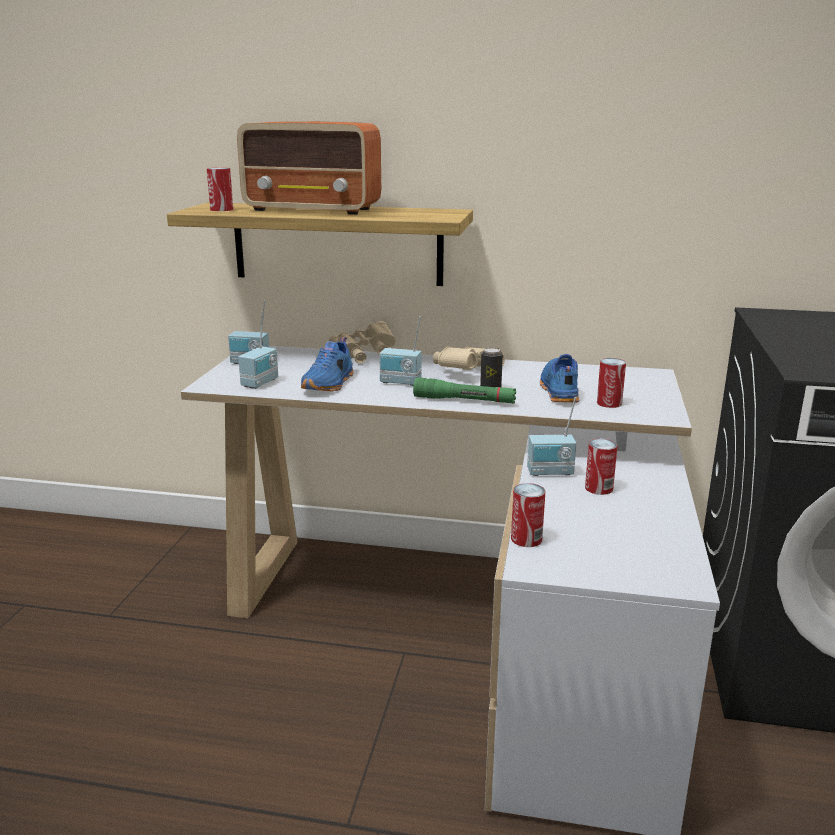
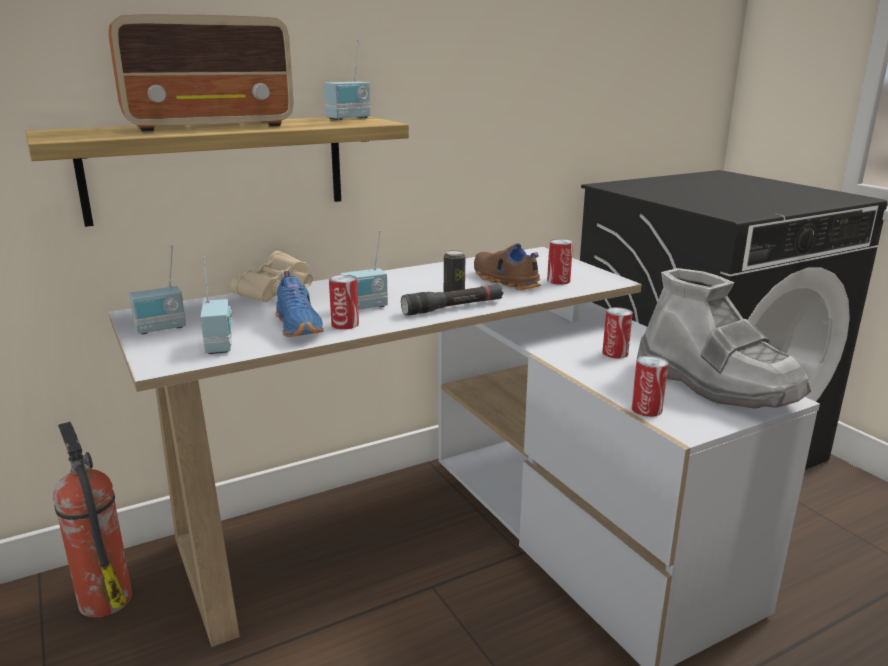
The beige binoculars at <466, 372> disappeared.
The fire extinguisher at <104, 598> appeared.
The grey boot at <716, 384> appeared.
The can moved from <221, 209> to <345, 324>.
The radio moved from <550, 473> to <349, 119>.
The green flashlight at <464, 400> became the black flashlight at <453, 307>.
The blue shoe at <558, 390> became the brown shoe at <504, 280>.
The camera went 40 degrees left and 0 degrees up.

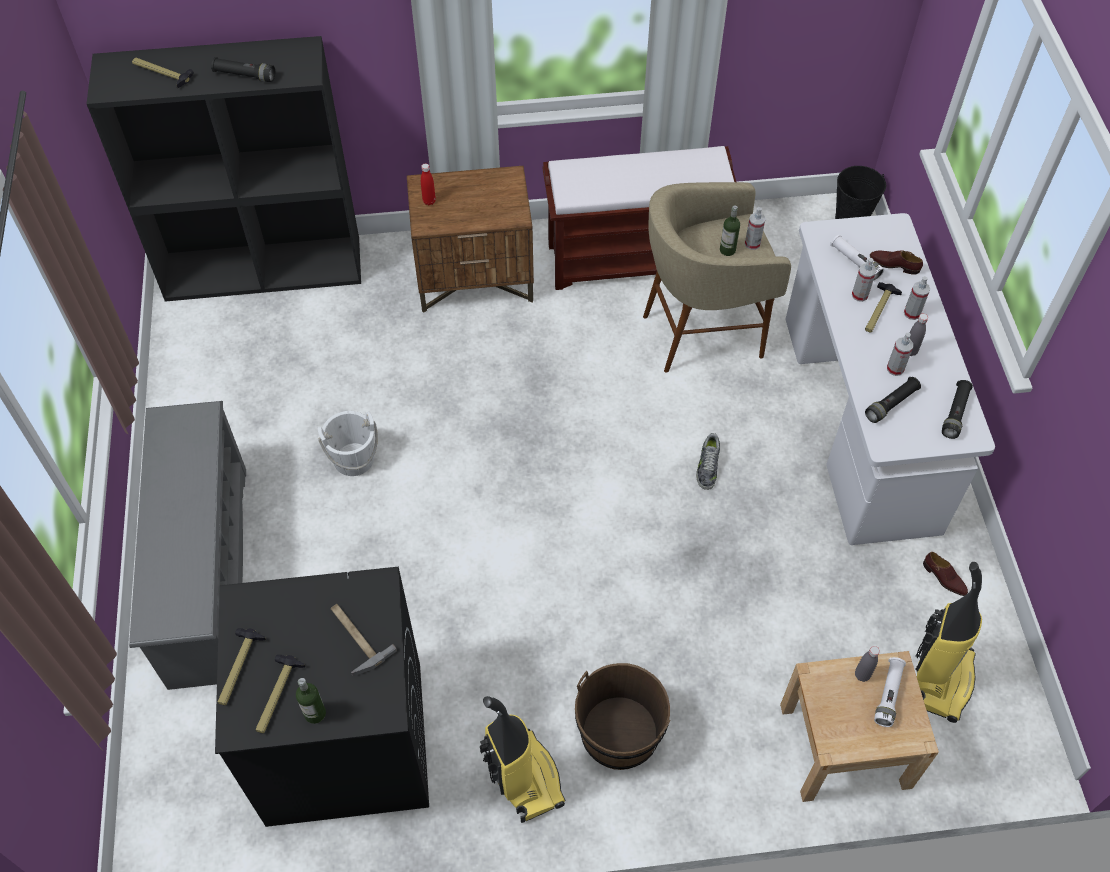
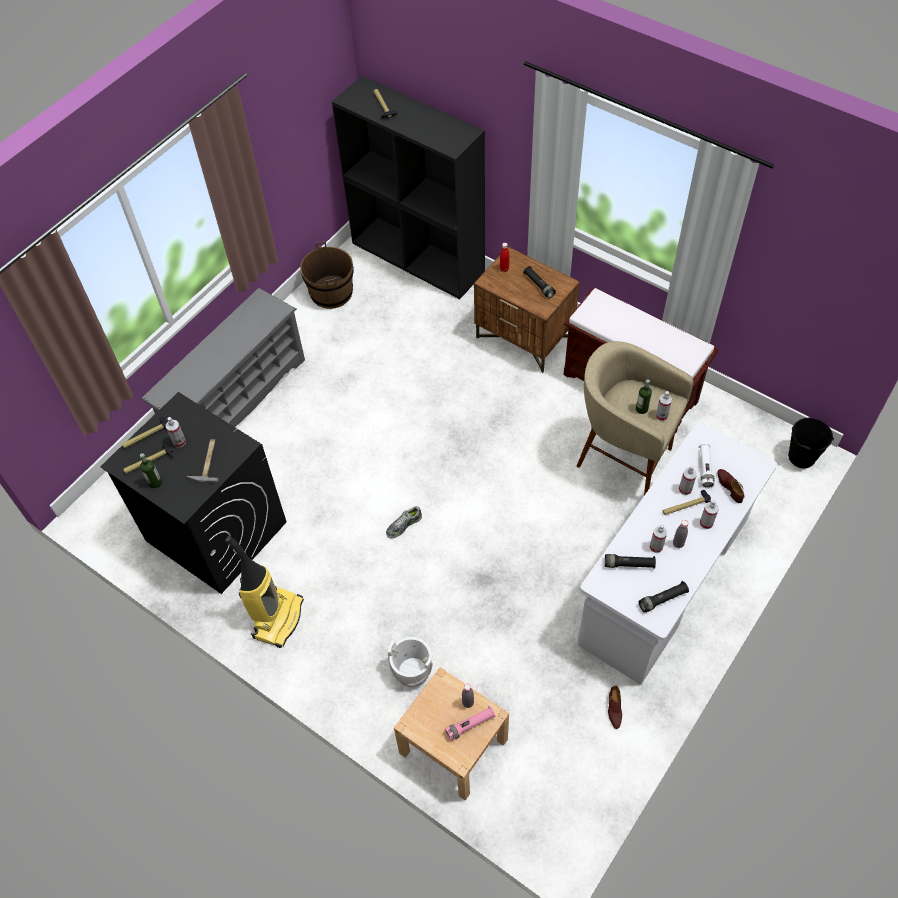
The vacuum cleaner at <940, 678> disappeared.
The spray bottle at <179, 442> appeared.
The black flashlight moved from <245, 75> to <539, 285>.
The white bucket moved from <353, 459> to <412, 671>.
The brown bucket moved from <619, 734> to <331, 293>.
The shoe moved from <707, 466> to <403, 525>.
The white flashlight at <888, 695> became the pink flashlight at <470, 725>.
The camera went 45 degrees right and 0 degrees up.

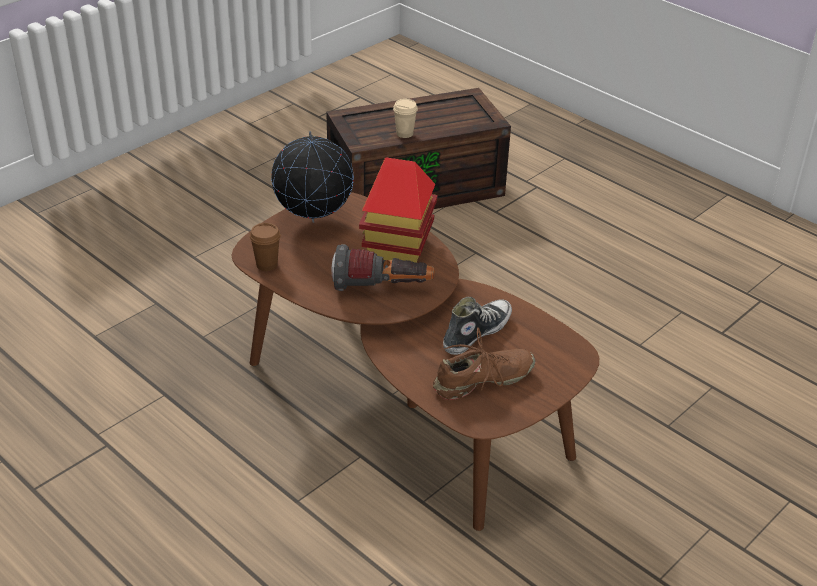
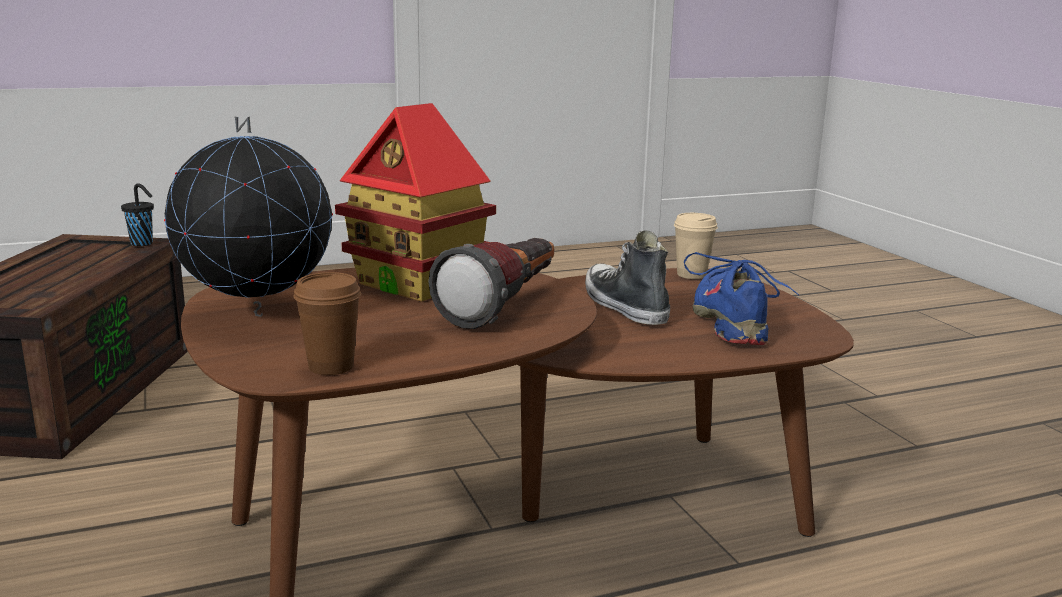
The black cup at <143, 244> appeared.
The beige cup moved from <404, 134> to <691, 275>.
The brown shoe at <483, 381> became the blue shoe at <732, 321>.
The camera went 65 degrees left and 20 degrees down.

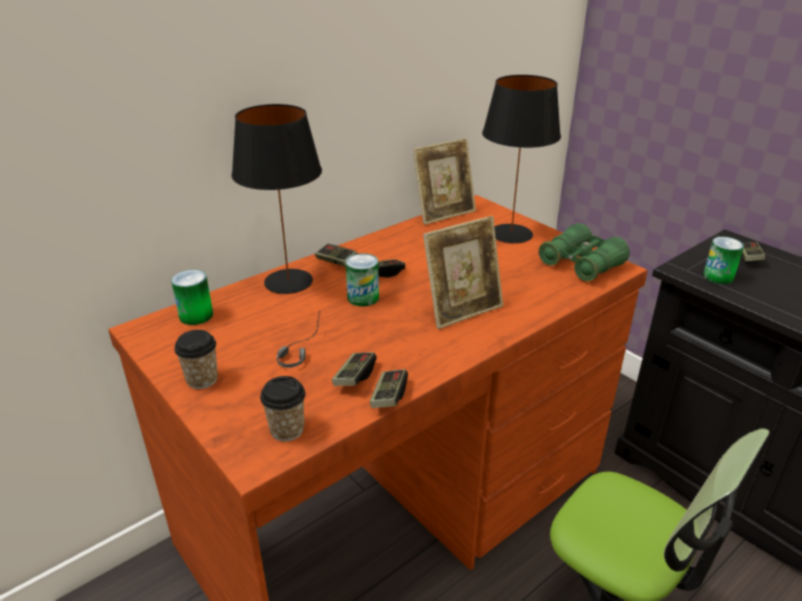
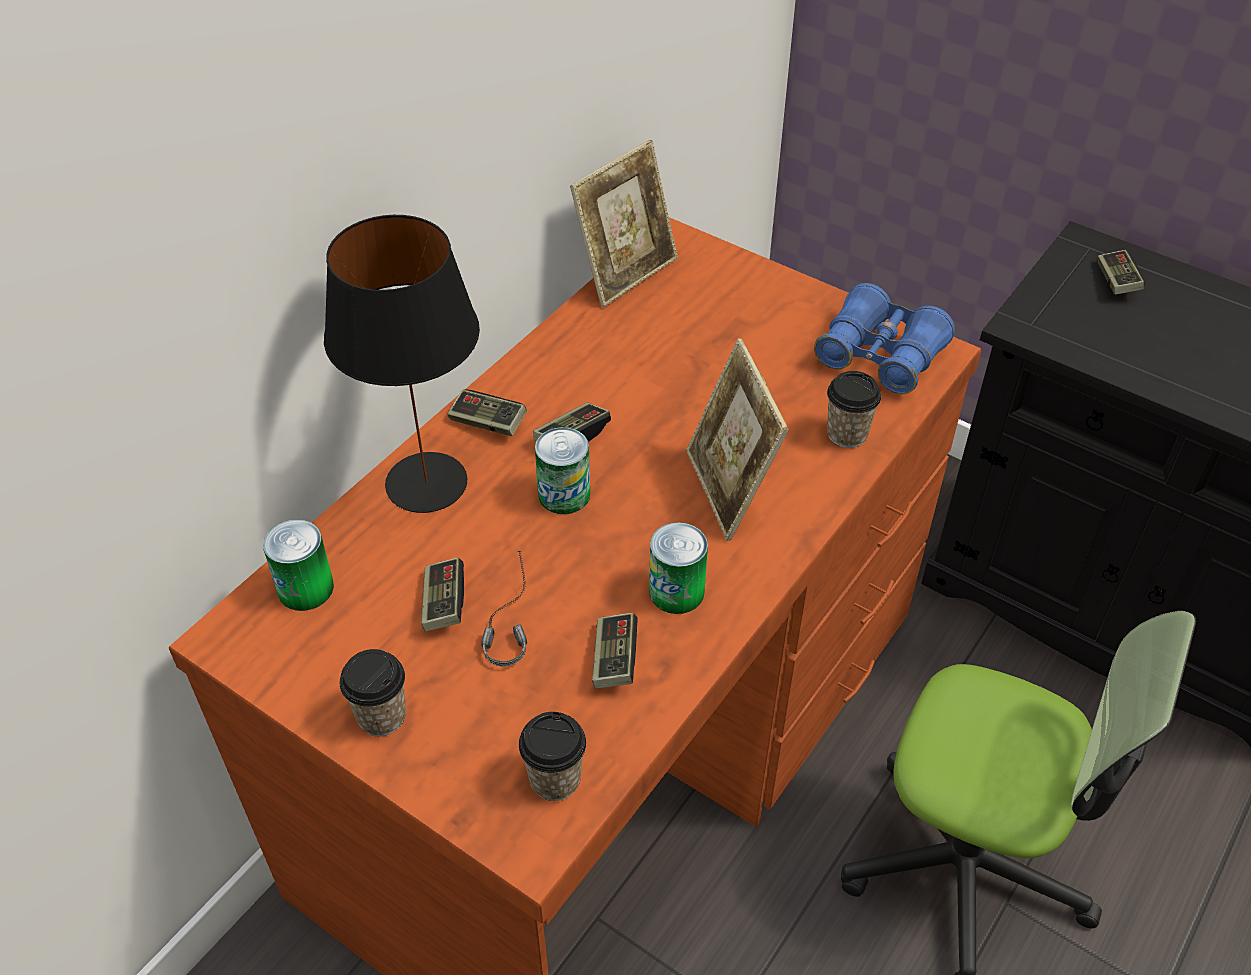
The black table lamp at <510, 234> disappeared.
The cup at <847, 434> appeared.
The game controller moved from <389, 396> to <444, 603>.
The can moved from <718, 276> to <676, 591>.
The green binoculars at <581, 264> became the blue binoculars at <880, 355>.
The picture frame at <462, 310> turned 120 degrees clockwise.
The camera went 15 degrees left and 15 degrees up.

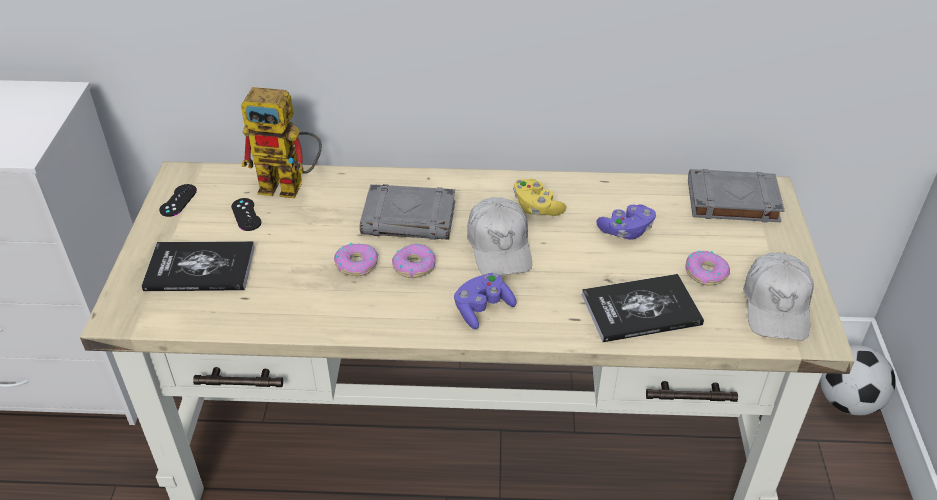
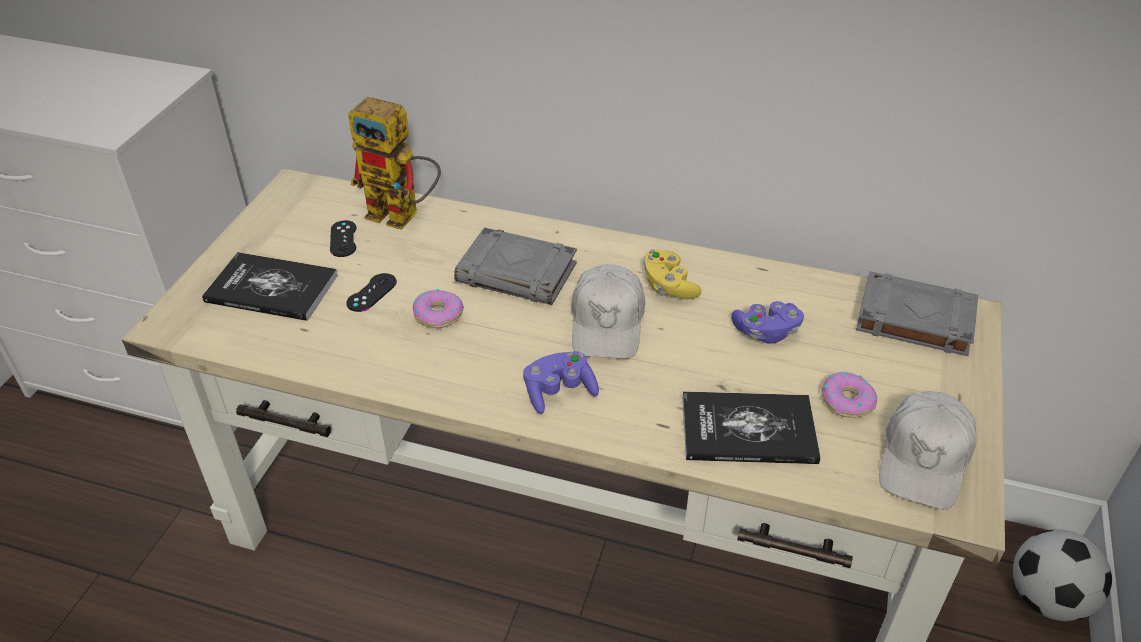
The donut at <414, 266> disappeared.
The black game controller moved from <178, 200> to <371, 293>.
The camera went 15 degrees right and 0 degrees up.

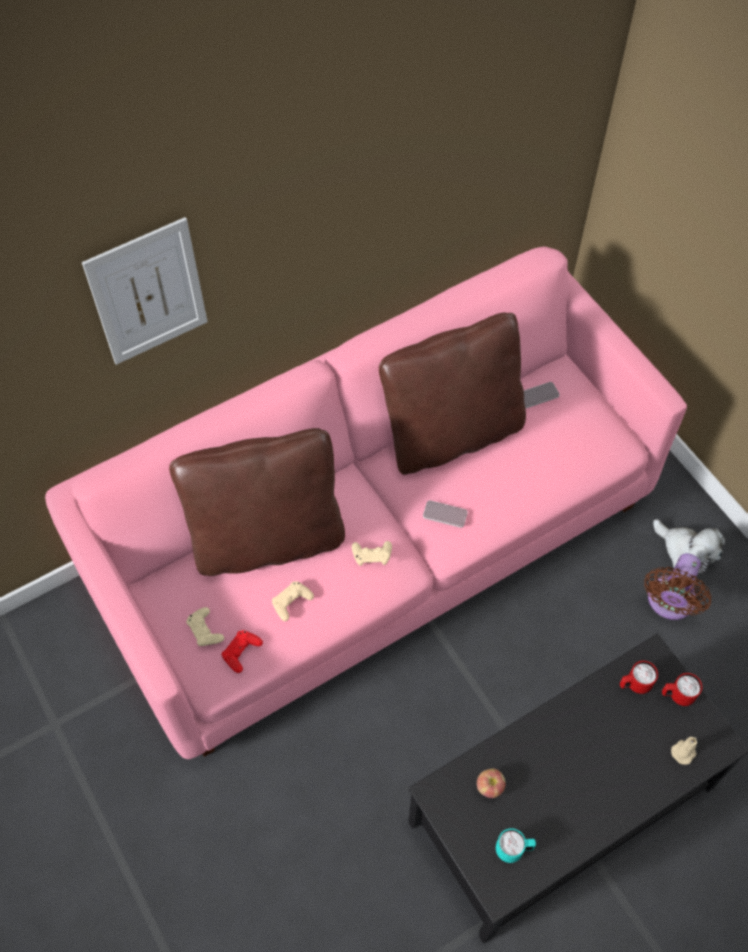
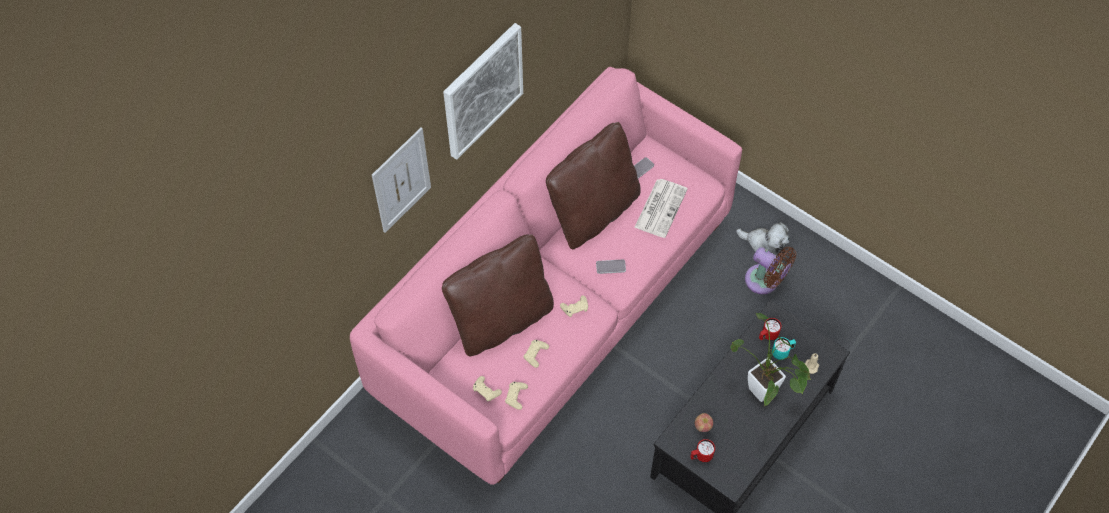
The picture at <482, 90> appeared.
The newspaper at <660, 207> appeared.
The potted plant at <765, 395> appeared.
The turquoise mug moved from <513, 849> to <782, 352>.
The red mug moved from <677, 695> to <701, 456>.
The red game controller at <241, 652> became the beige game controller at <516, 396>.
The brown fan at <669, 602> turned 60 degrees counterclockwise.
The camera went 20 degrees left and 0 degrees up.

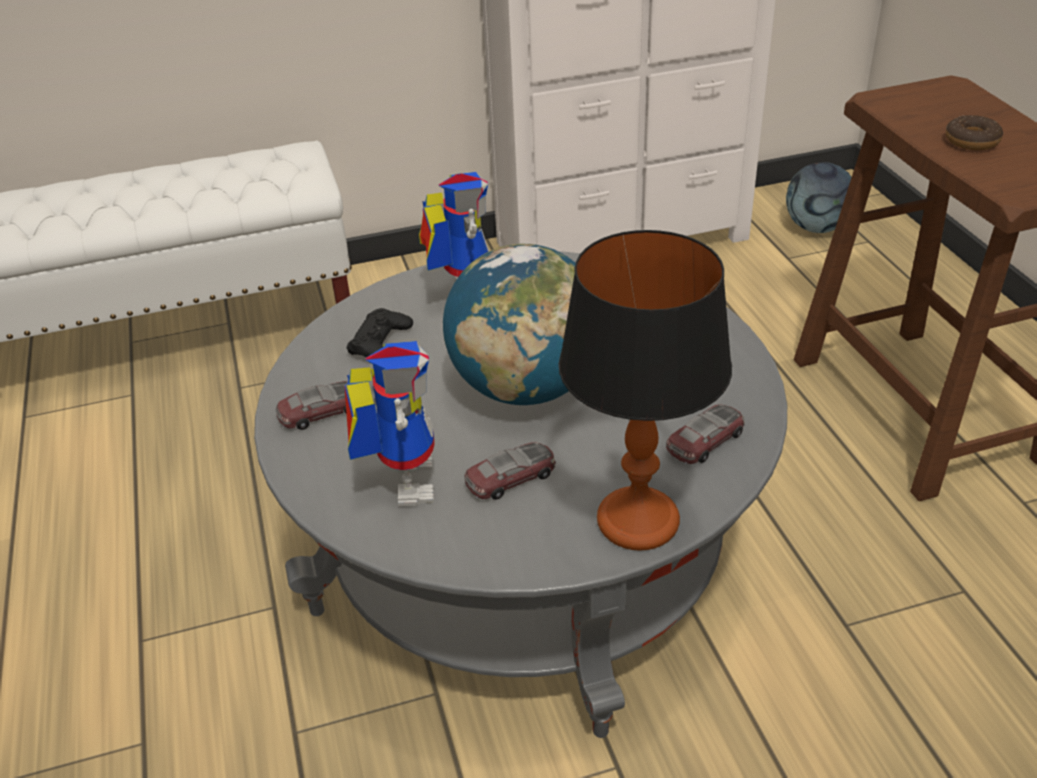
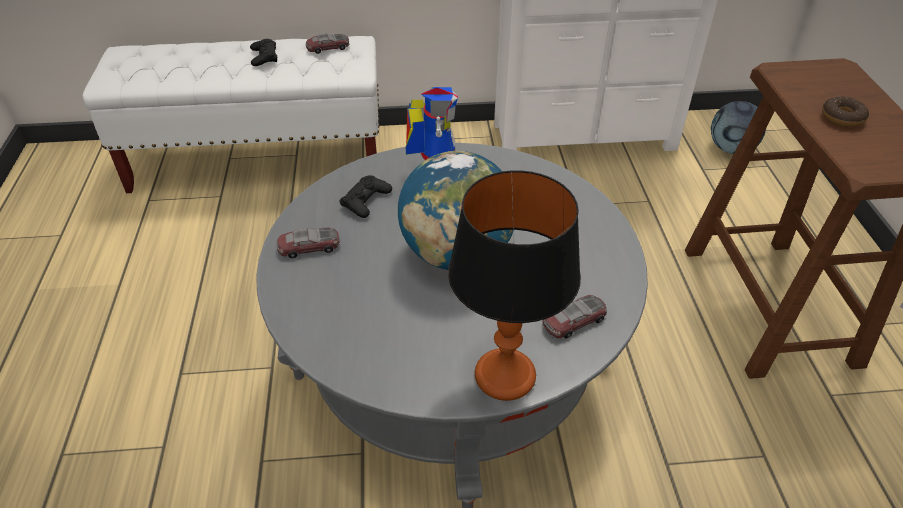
The toy robot at <402, 478> disappeared.
The black game controller at <264, 57> appeared.
The toy car moved from <510, 477> to <328, 47>.
The camera went 10 degrees right and 5 degrees up.

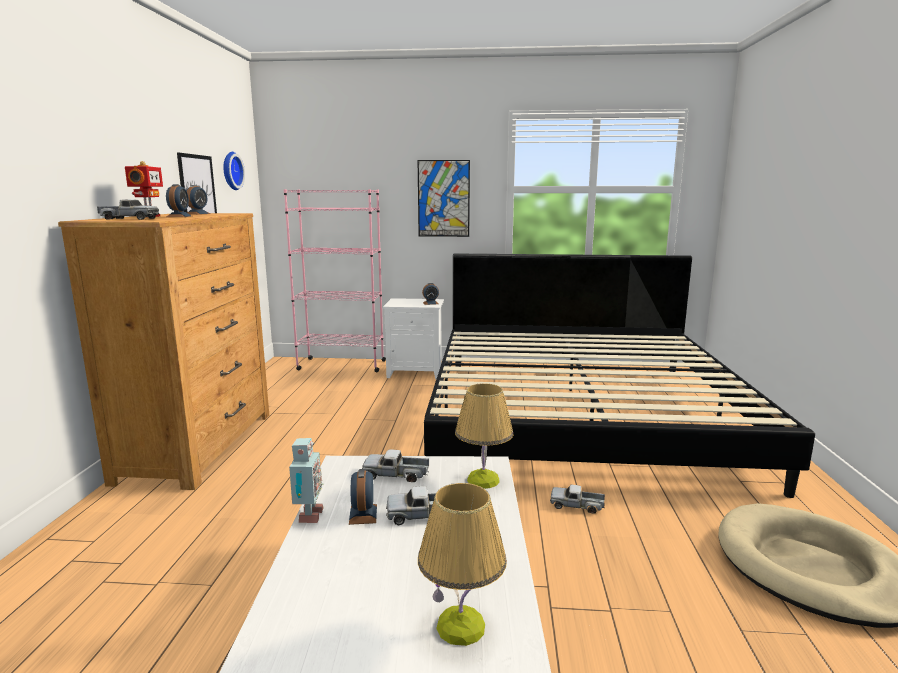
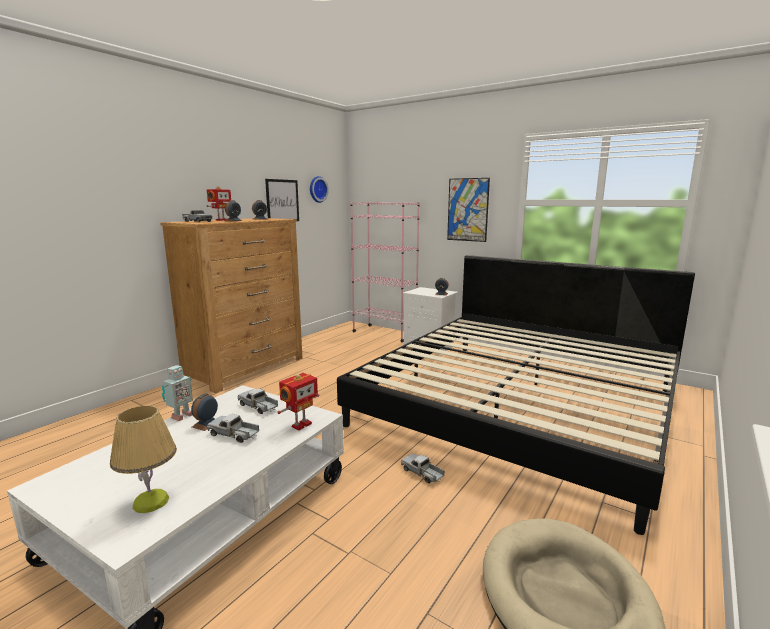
The table lamp at <483, 480> was replaced by the toy robot at <300, 425>.
The camera went 30 degrees right and 0 degrees up.

